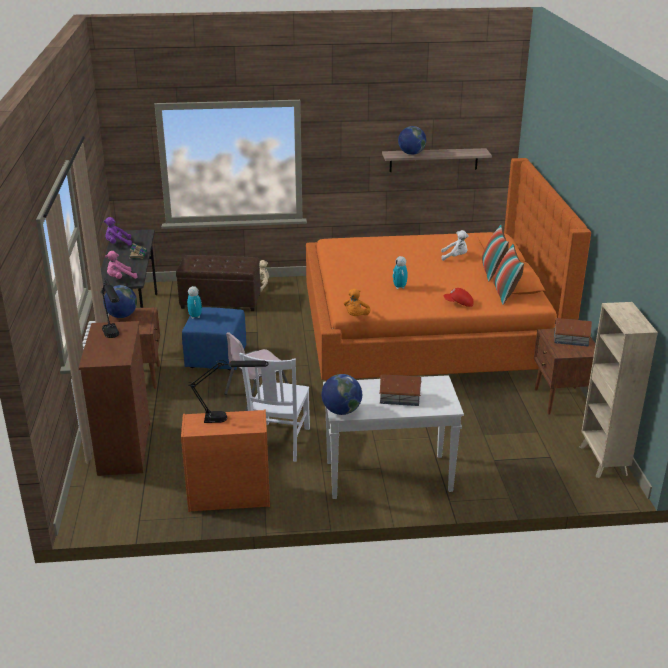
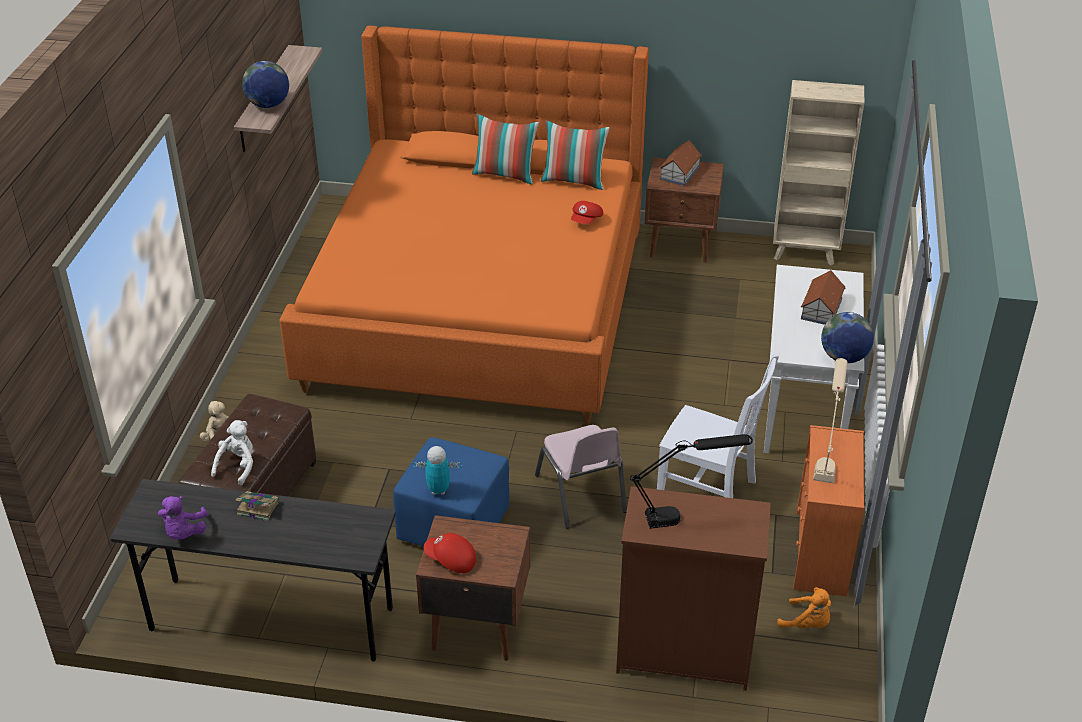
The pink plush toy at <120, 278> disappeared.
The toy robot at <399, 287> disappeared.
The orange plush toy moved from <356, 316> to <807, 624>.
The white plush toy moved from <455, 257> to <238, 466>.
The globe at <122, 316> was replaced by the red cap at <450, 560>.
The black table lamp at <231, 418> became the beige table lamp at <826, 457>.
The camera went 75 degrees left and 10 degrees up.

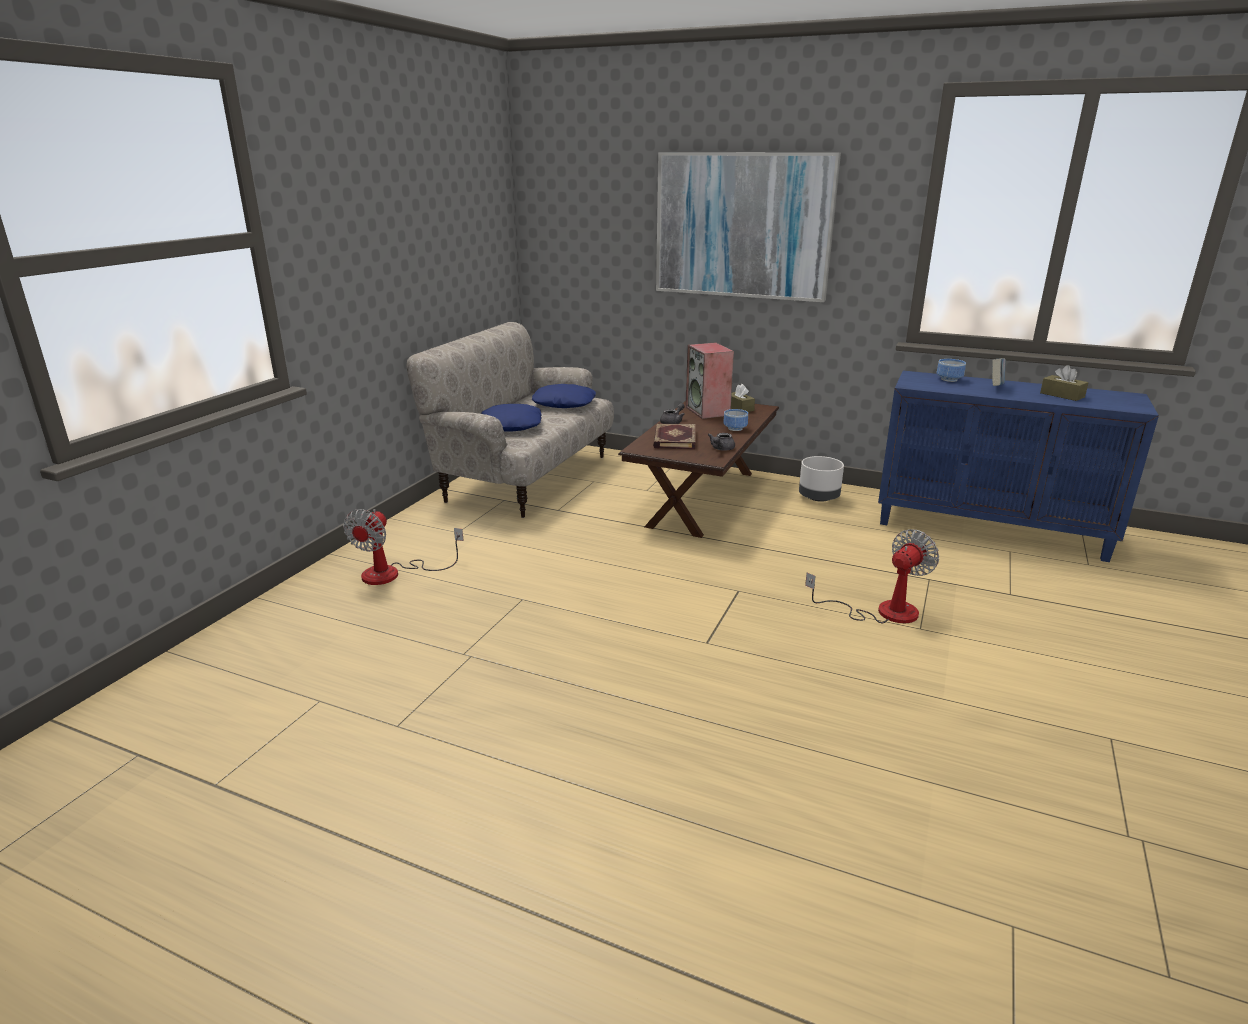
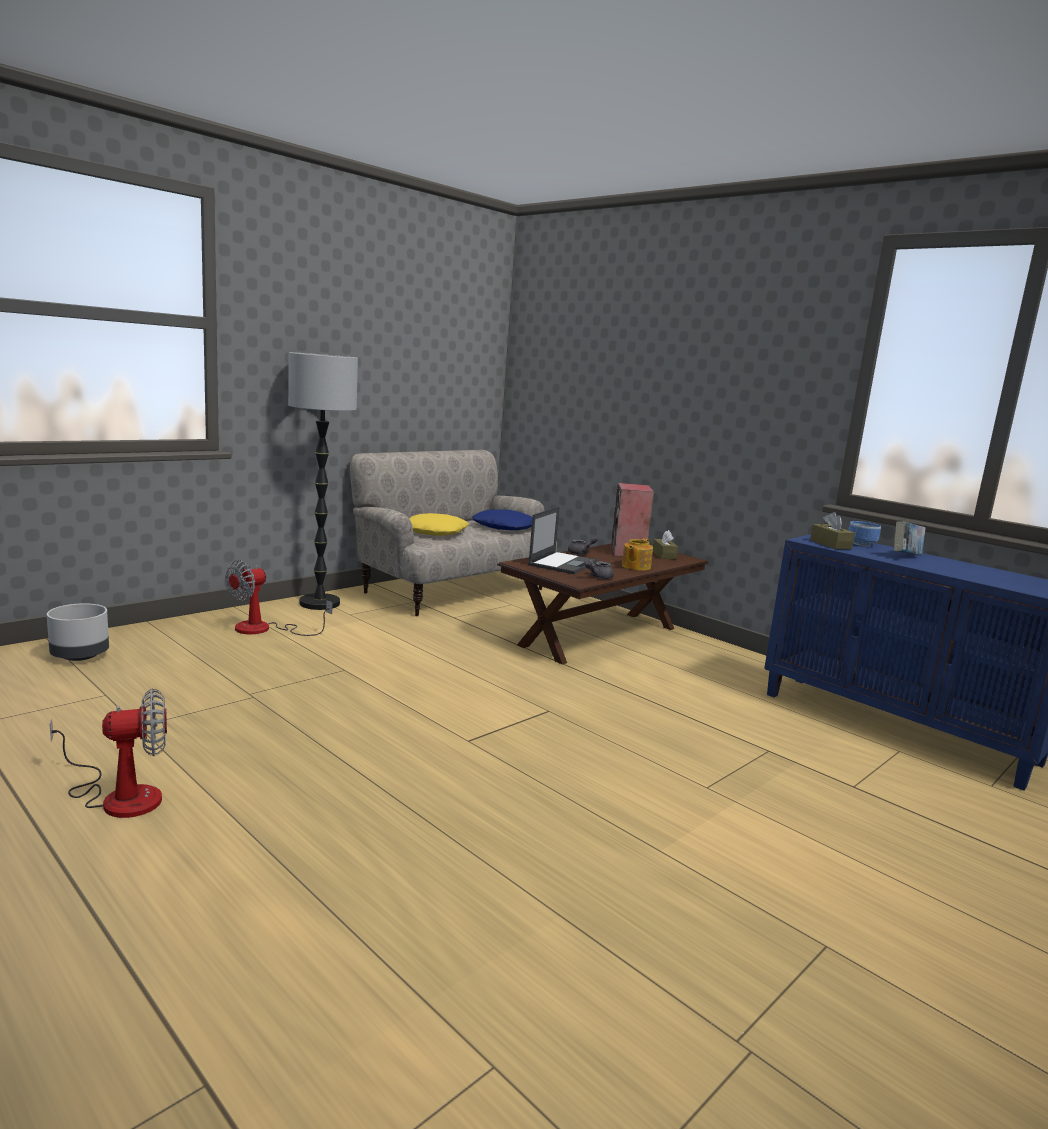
The picture at <743, 226> disappeared.
The floor lamp at <319, 603> appeared.
The grey planter moved from <818, 497> to <80, 656>.
The fan moved from <882, 611> to <119, 796>.
The brown tissue box moved from <1062, 395> to <830, 544>.
The book at <673, 439> was replaced by the laptop at <563, 563>.
The bowl at <734, 428> was replaced by the teapot at <635, 566>.
The blue pillow at <510, 425> became the yellow pillow at <434, 532>.
The camera went 20 degrees right and 10 degrees down.

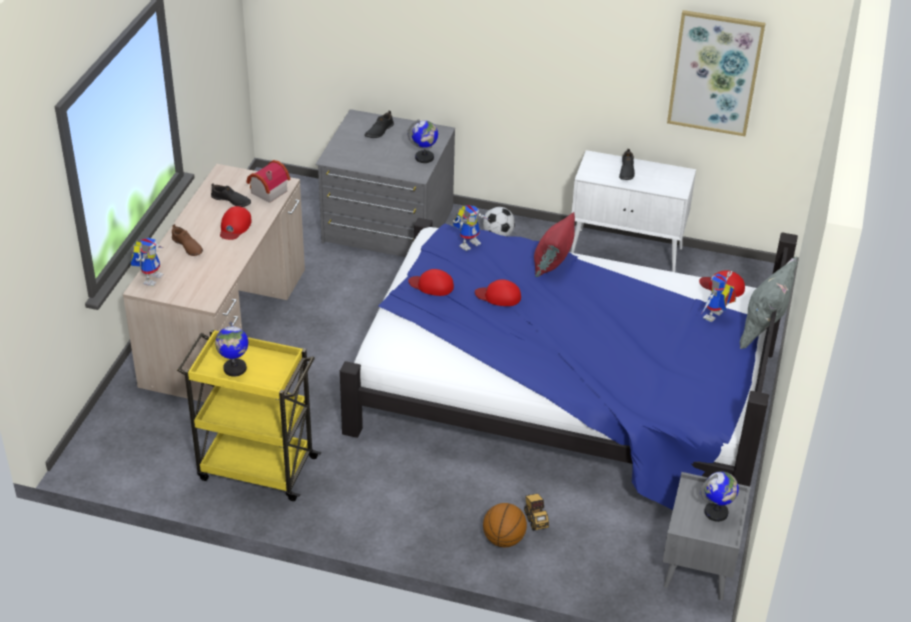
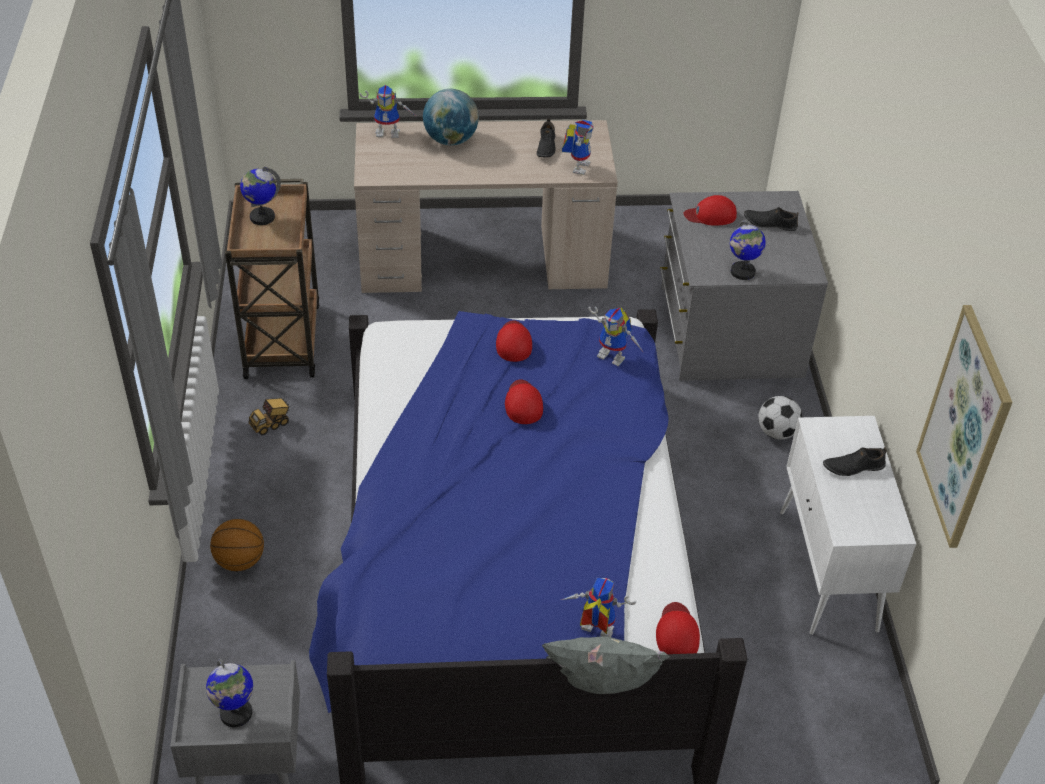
The red pillow at <552, 264> disappeared.
The red cap moved from <234, 226> to <711, 215>.
The toy truck moved from <535, 519> to <271, 424>.
The brown shoe at <187, 247> was replaced by the globe at <451, 140>.
The toy house at <266, 191> was replaced by the toy robot at <578, 165>.
The yellow cart at <255, 467> became the brown cart at <282, 338>.
The camera went 70 degrees right and 5 degrees up.

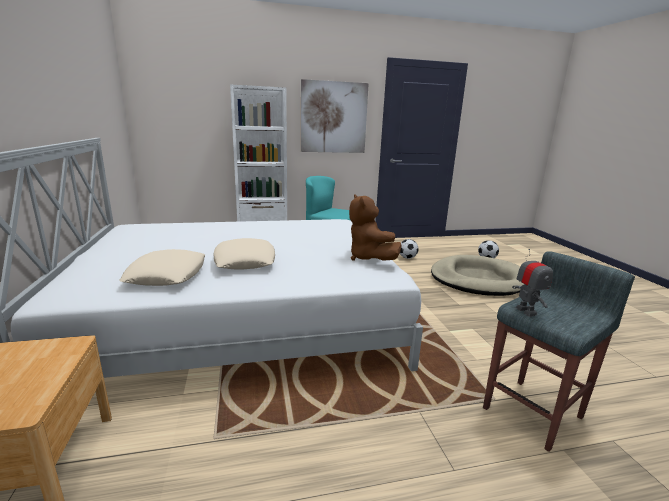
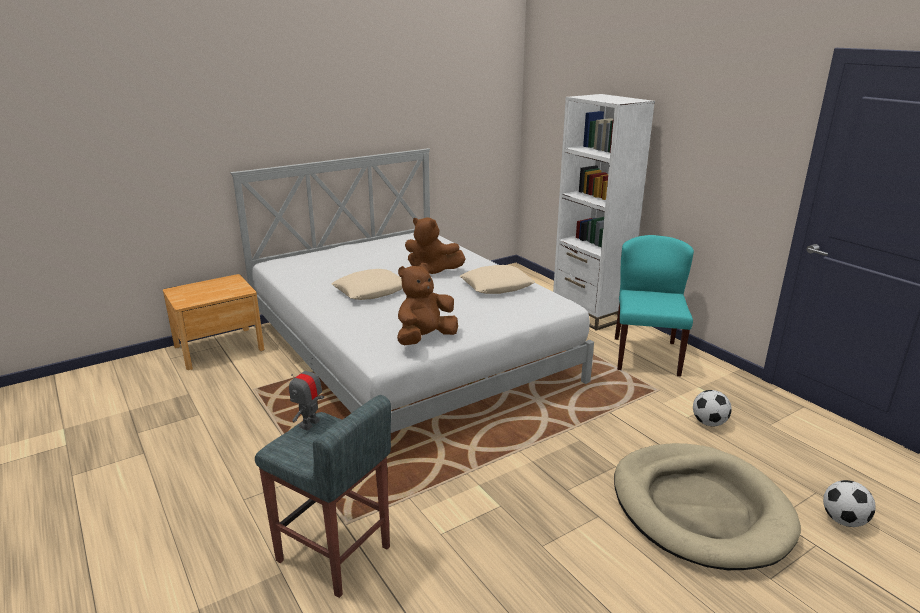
The picture at <333, 117> disappeared.
The brown plush toy at <432, 271> appeared.
The beige pillow moved from <167, 275> to <497, 286>.
The toy robot at <526, 311> turned 150 degrees clockwise.
The camera went 70 degrees right and 5 degrees up.

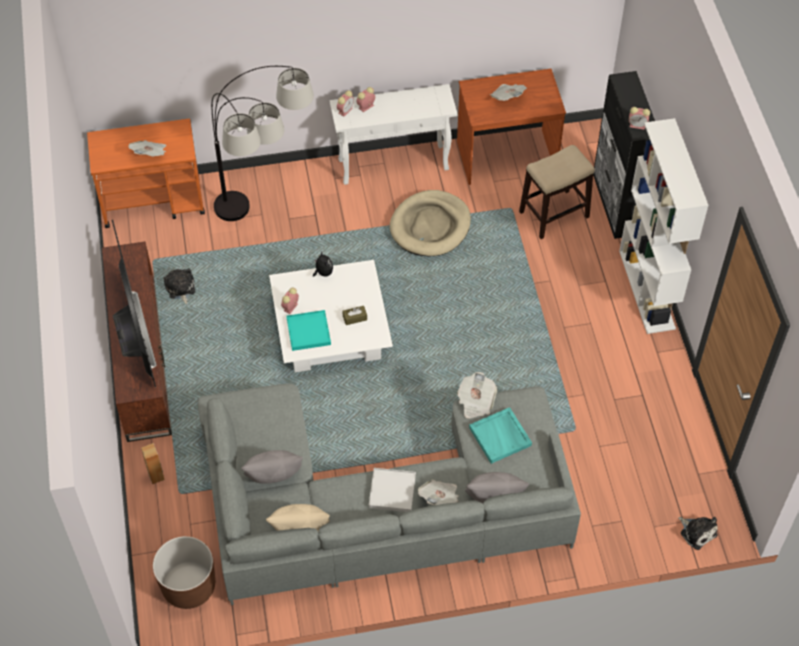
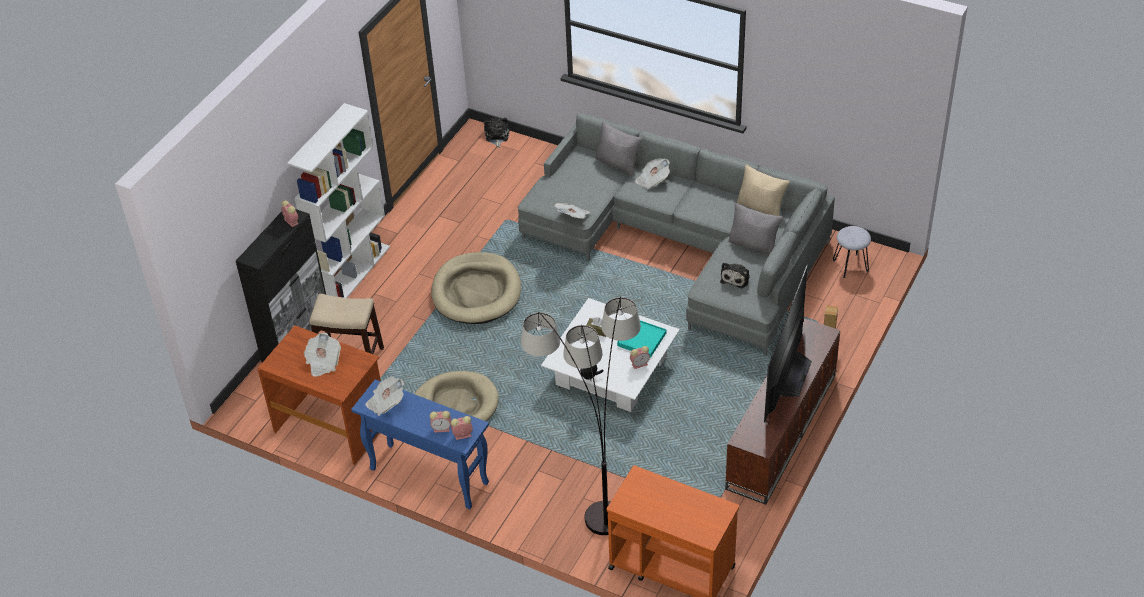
The white tray at <392, 491> disappeared.
The turquoise tray at <500, 437> disappeared.
The beige dog bed at <476, 292> appeared.
The newspaper moved from <150, 154> to <386, 403>.
The plush toy moved from <180, 289> to <736, 278>.
The brown planter at <189, 586> was replaced by the grey stool at <850, 266>.
The white console table at <394, 164> became the blue console table at <428, 476>.
The camera went 140 degrees left and 10 degrees down.

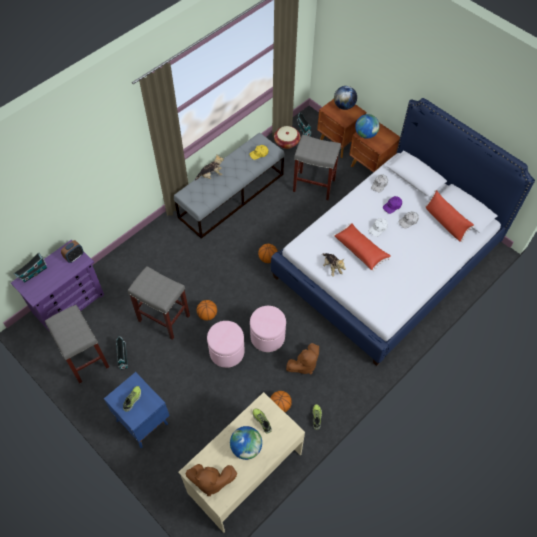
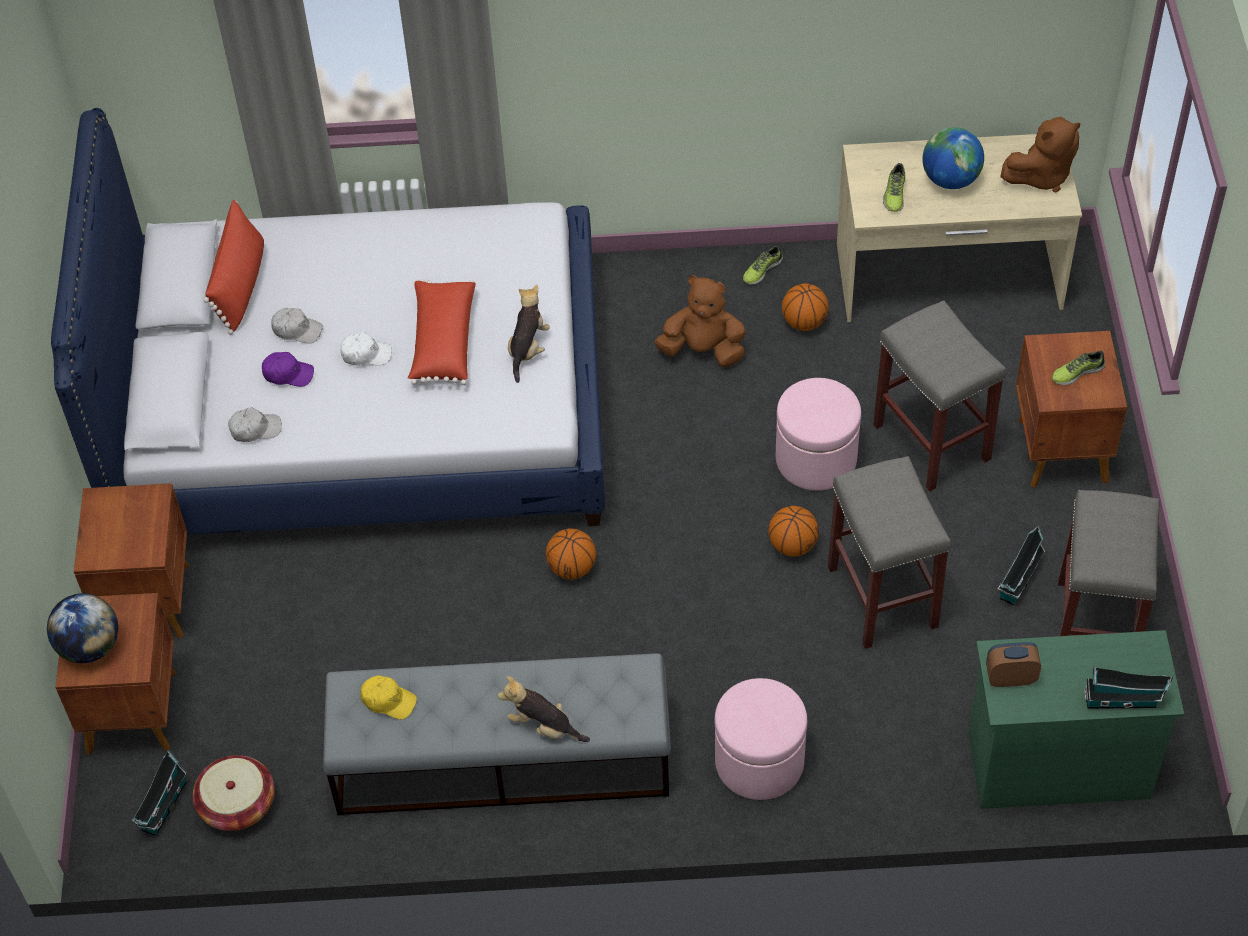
The globe at <365, 134> disappeared.
The pink ottoman moved from <267, 336> to <759, 761>.
The grey stool moved from <313, 185> to <933, 443>.
The purple dresser at <69, 303> became the green dresser at <1057, 764>.
The blue nightstand at <142, 421> became the brown nightstand at <1061, 452>.
The brown plush toy at <210, 481> turned 105 degrees clockwise.
The camera went 135 degrees left and 5 degrees down.

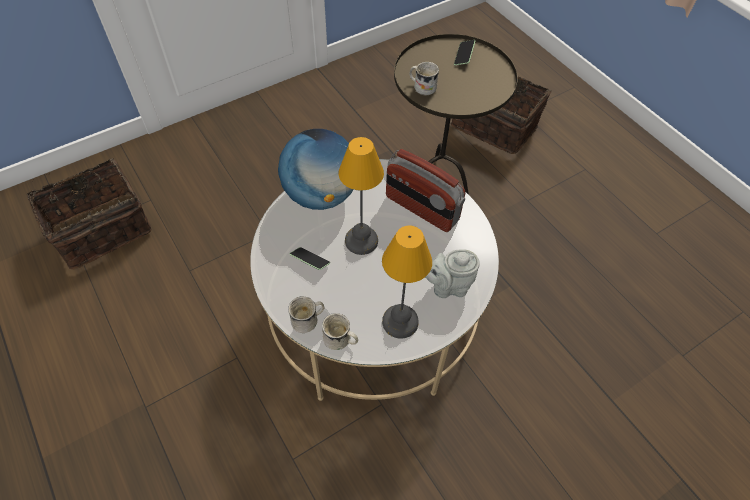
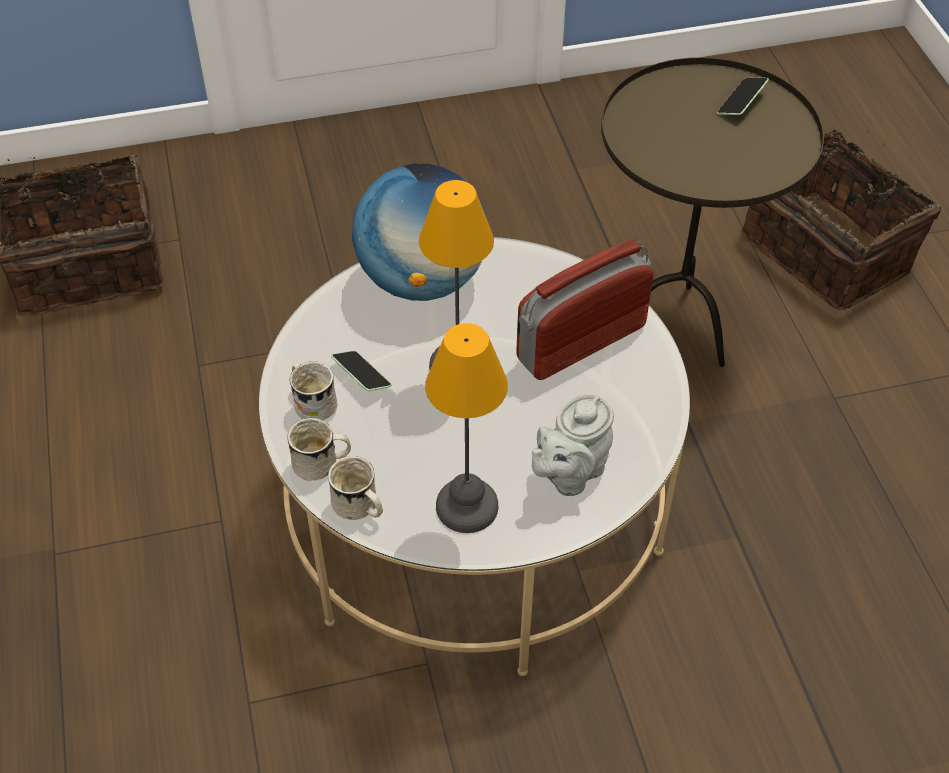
The white mug moved from <422, 87> to <312, 402>.
The radio at <421, 209> turned 90 degrees clockwise.
The grey teapot at <447, 286> turned 60 degrees counterclockwise.
The camera went 20 degrees right and 5 degrees down.

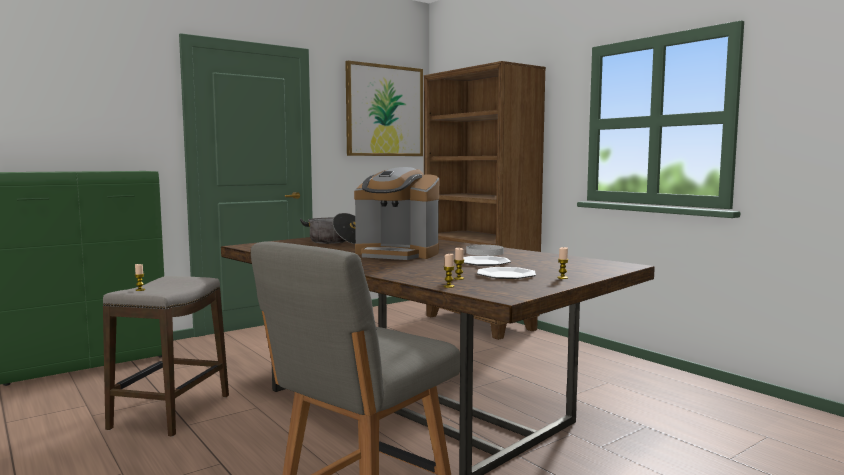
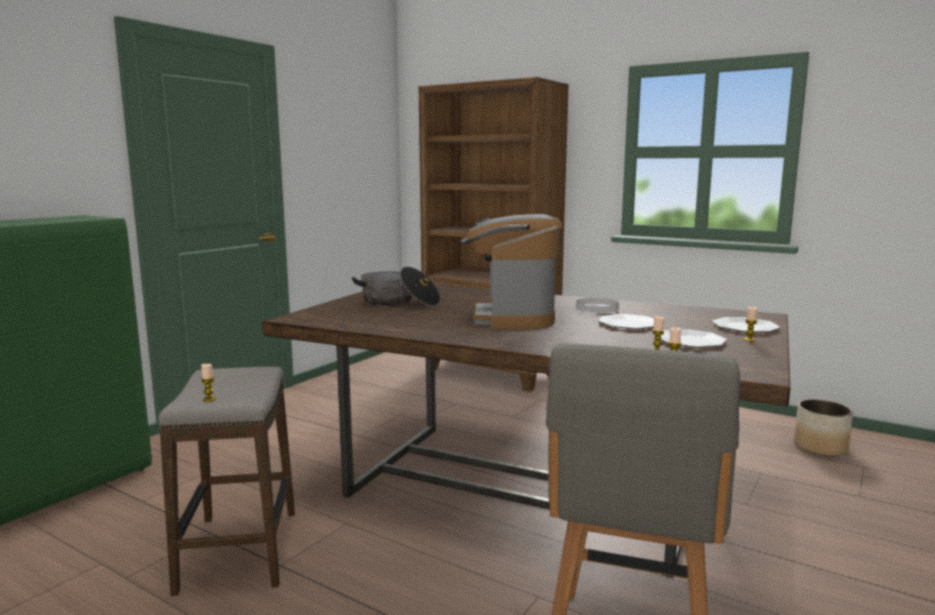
The picture at <384, 111> disappeared.
The plate at <745, 327> appeared.
The planter at <821, 447> appeared.
The coffee machine at <397, 254> turned 90 degrees clockwise.
The camera went 20 degrees left and 5 degrees up.

